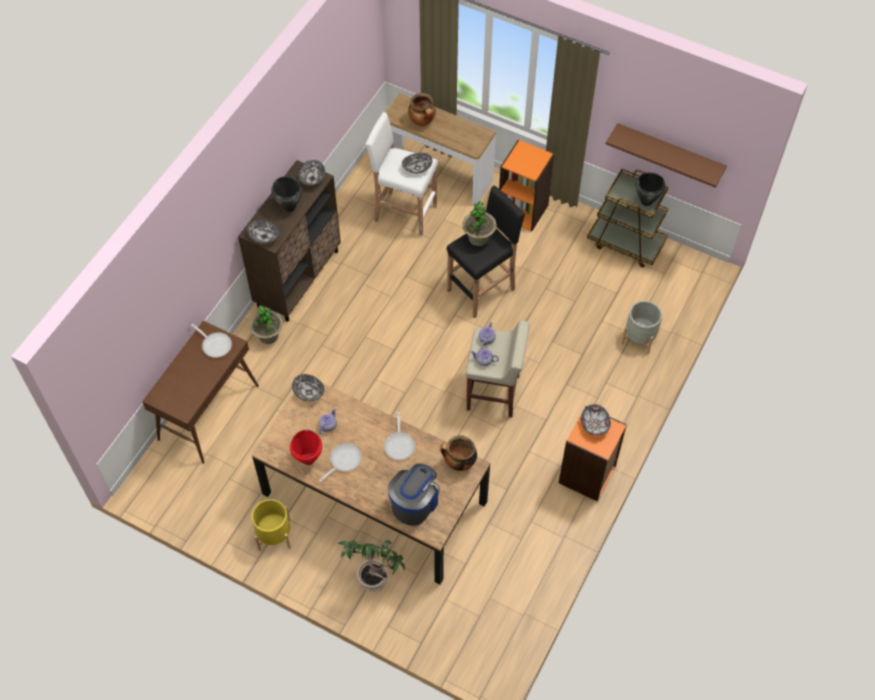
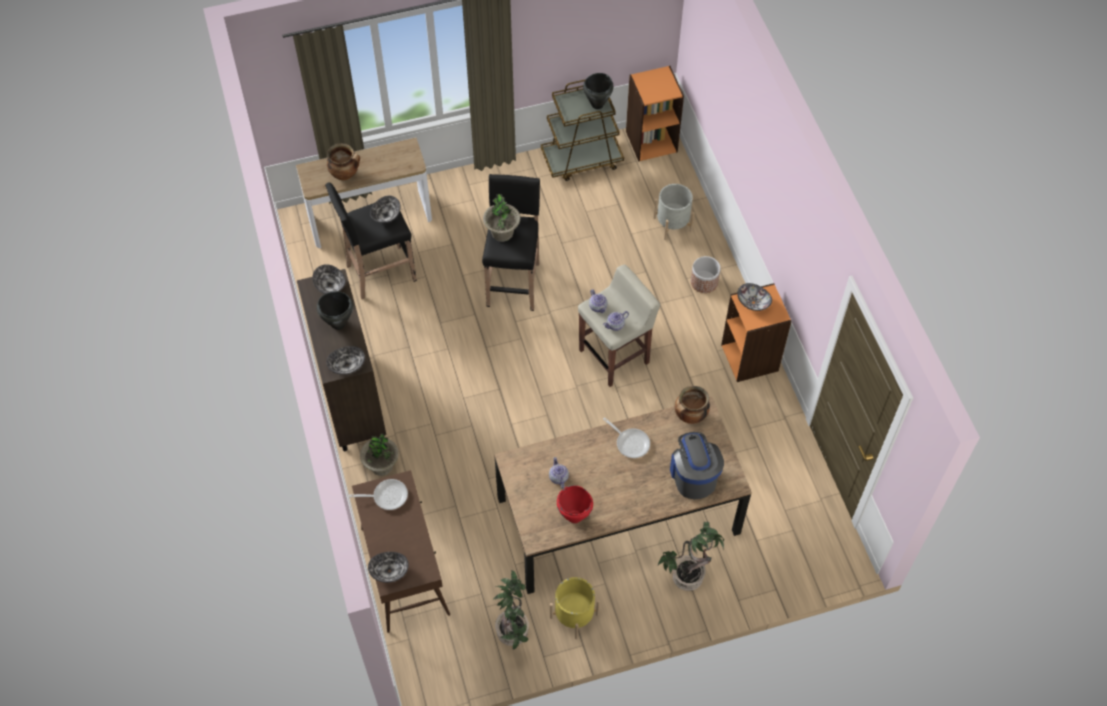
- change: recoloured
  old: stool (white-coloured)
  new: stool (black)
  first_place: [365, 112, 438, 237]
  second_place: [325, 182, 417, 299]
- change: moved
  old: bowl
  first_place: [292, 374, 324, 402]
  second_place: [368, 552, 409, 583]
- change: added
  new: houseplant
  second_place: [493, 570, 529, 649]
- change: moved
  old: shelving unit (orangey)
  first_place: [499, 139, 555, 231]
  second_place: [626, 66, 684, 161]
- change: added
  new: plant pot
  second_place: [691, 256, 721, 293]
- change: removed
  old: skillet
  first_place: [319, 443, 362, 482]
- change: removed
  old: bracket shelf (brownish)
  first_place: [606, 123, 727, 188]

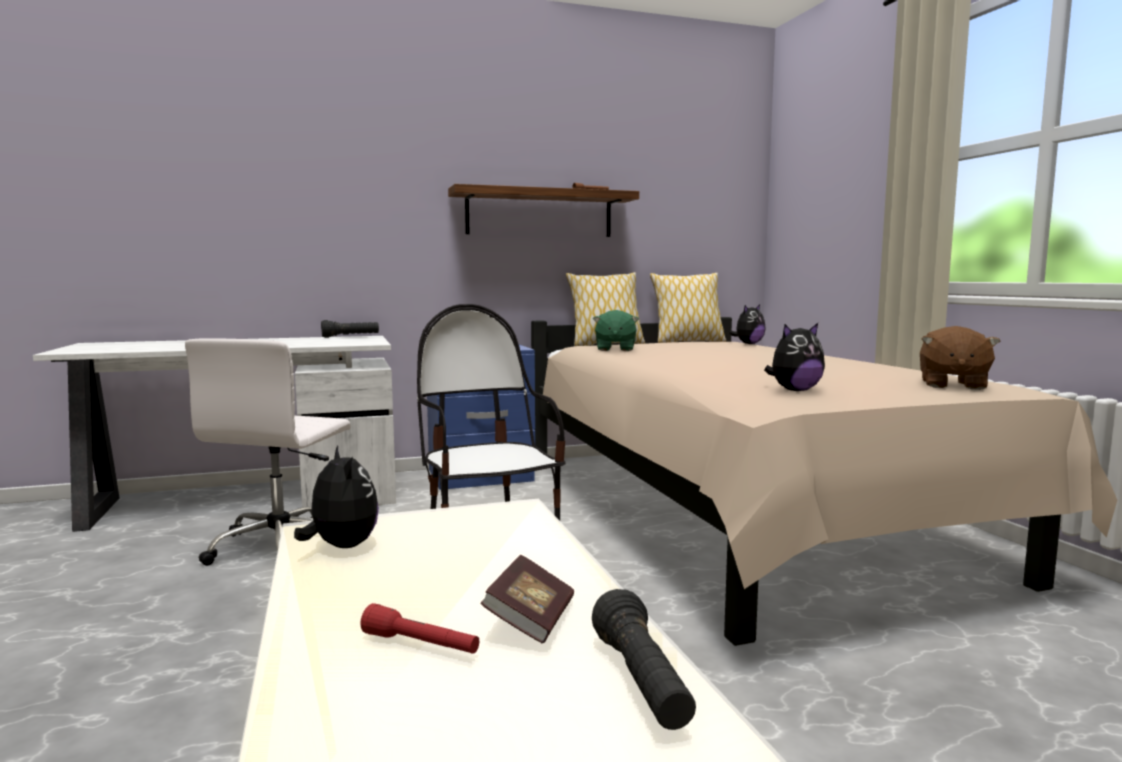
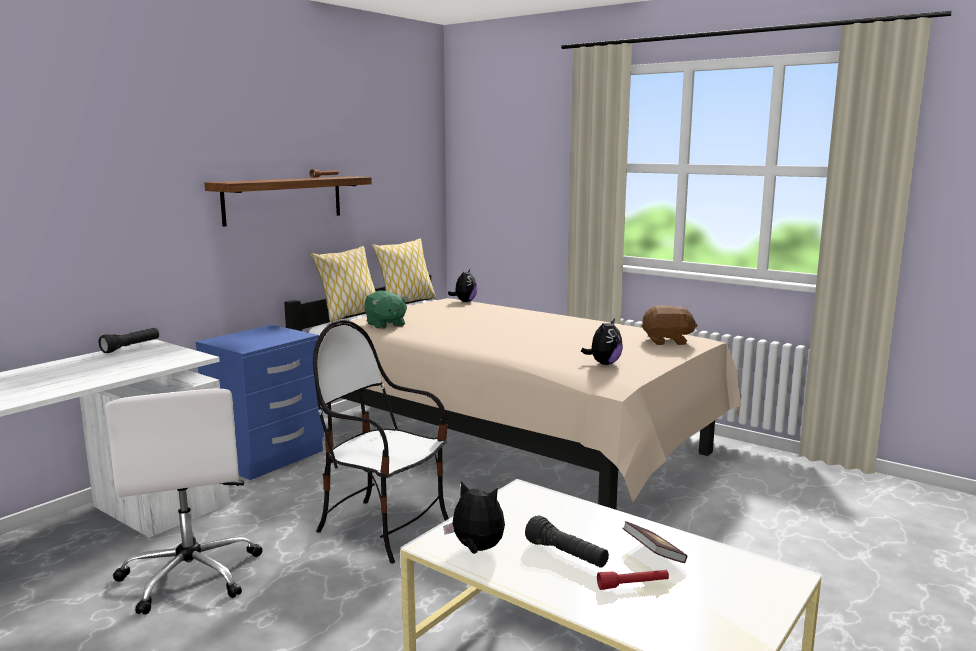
- change: moved
  old: torch (black)
  first_place: [592, 589, 696, 730]
  second_place: [525, 515, 609, 568]
- change: turned
  old: plush toy (brownish)
  first_place: [920, 326, 1000, 390]
  second_place: [641, 305, 698, 345]
  degrees: -75

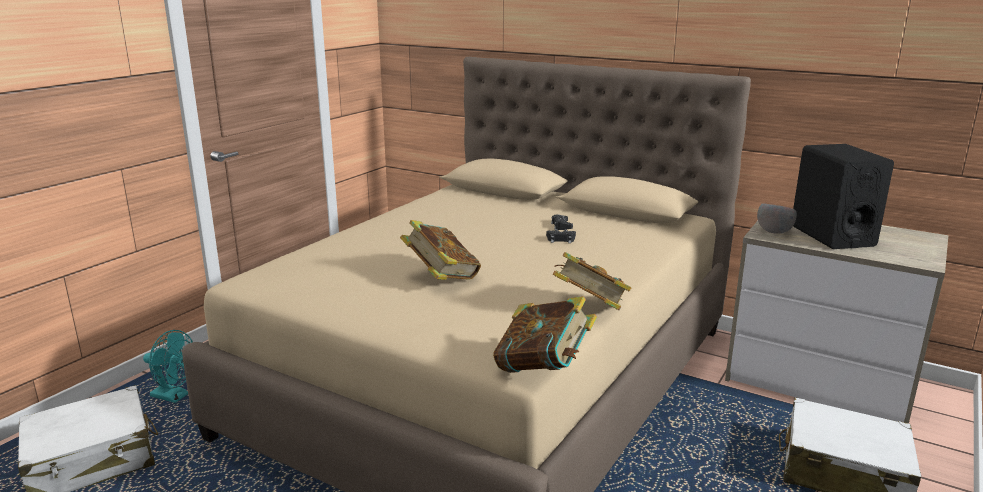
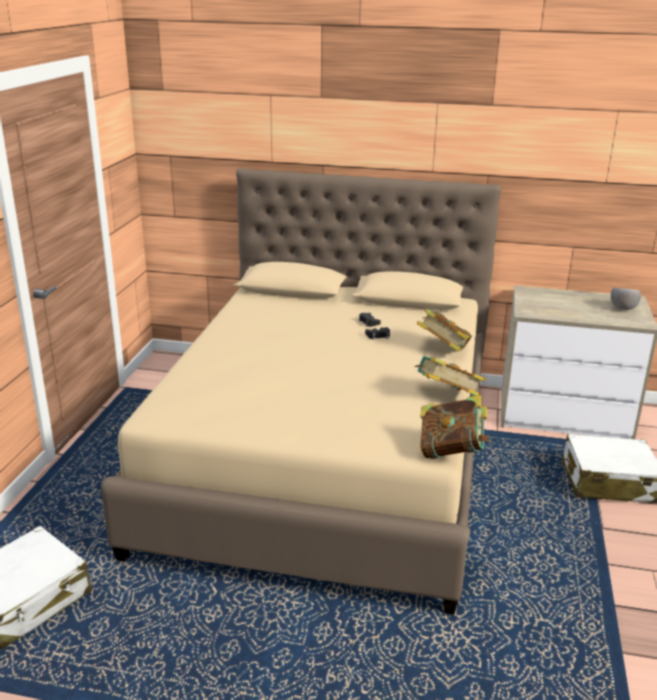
- change: moved
  old: volume
  first_place: [400, 220, 481, 280]
  second_place: [417, 309, 472, 351]
- change: moved
  old: bowl (gray)
  first_place: [757, 203, 797, 234]
  second_place: [611, 288, 641, 310]
- change: removed
  old: electric fan (blue-green)
  first_place: [143, 330, 193, 403]
- change: removed
  old: loudspeaker (black)
  first_place: [793, 144, 894, 249]

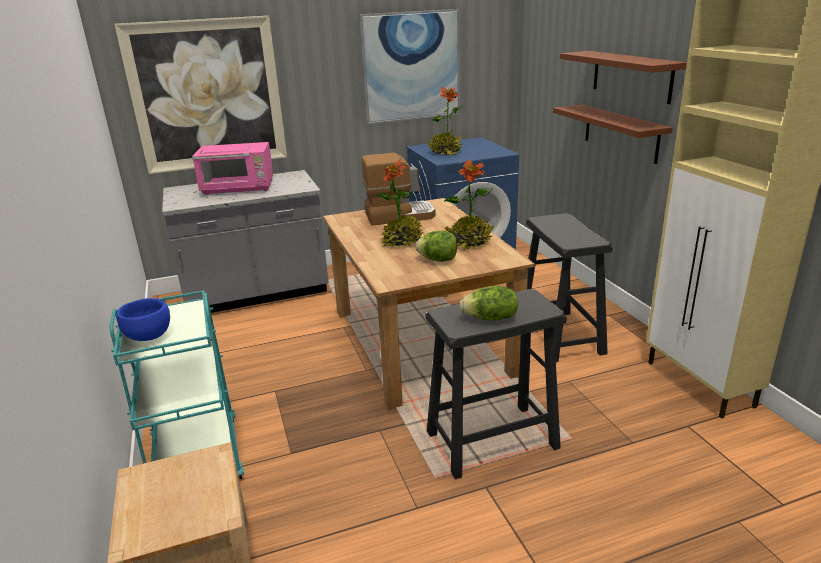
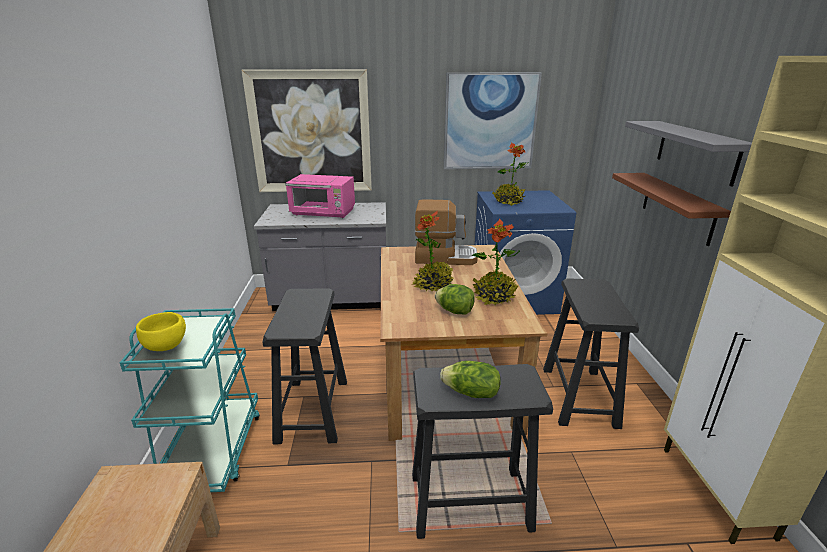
- change: recoloured
  old: bowl (blue-coloured)
  new: bowl (yellowish)
  first_place: [117, 298, 170, 341]
  second_place: [136, 312, 186, 351]
- change: added
  new: stool (black)
  second_place: [263, 288, 347, 444]
- change: recoloured
  old: bracket shelf (brownish)
  new: bracket shelf (gray)
  first_place: [560, 51, 687, 104]
  second_place: [625, 121, 752, 187]

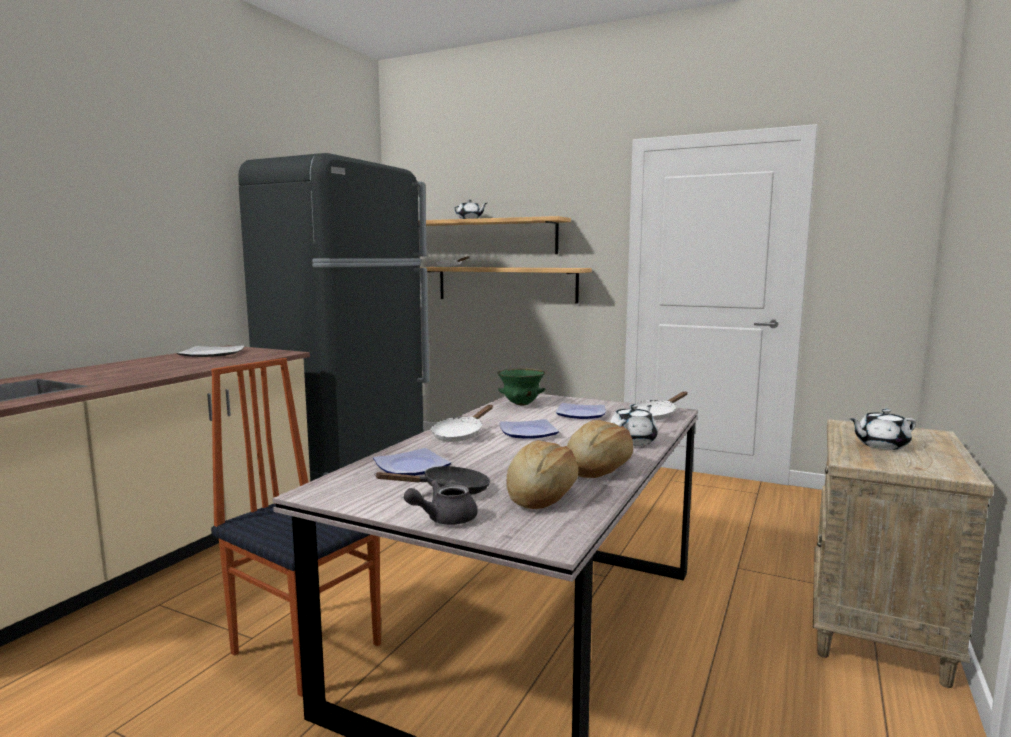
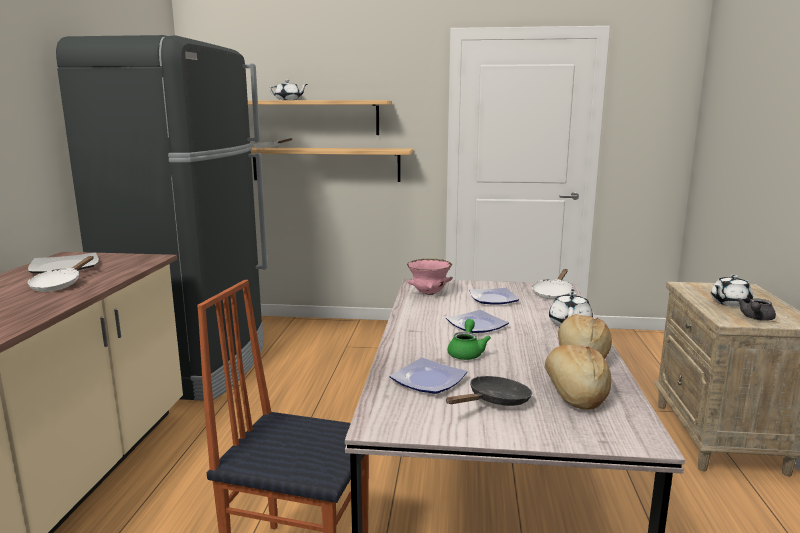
- change: moved
  old: skillet (white-coloured)
  first_place: [431, 405, 493, 442]
  second_place: [27, 256, 94, 292]
- change: recoloured
  old: bowl (greenish)
  new: bowl (pink-coloured)
  first_place: [498, 368, 546, 405]
  second_place: [407, 258, 453, 295]
- change: added
  new: teapot (greenish)
  second_place: [447, 319, 491, 360]
- change: moved
  old: teapot (gray)
  first_place: [404, 480, 477, 525]
  second_place: [737, 298, 776, 321]

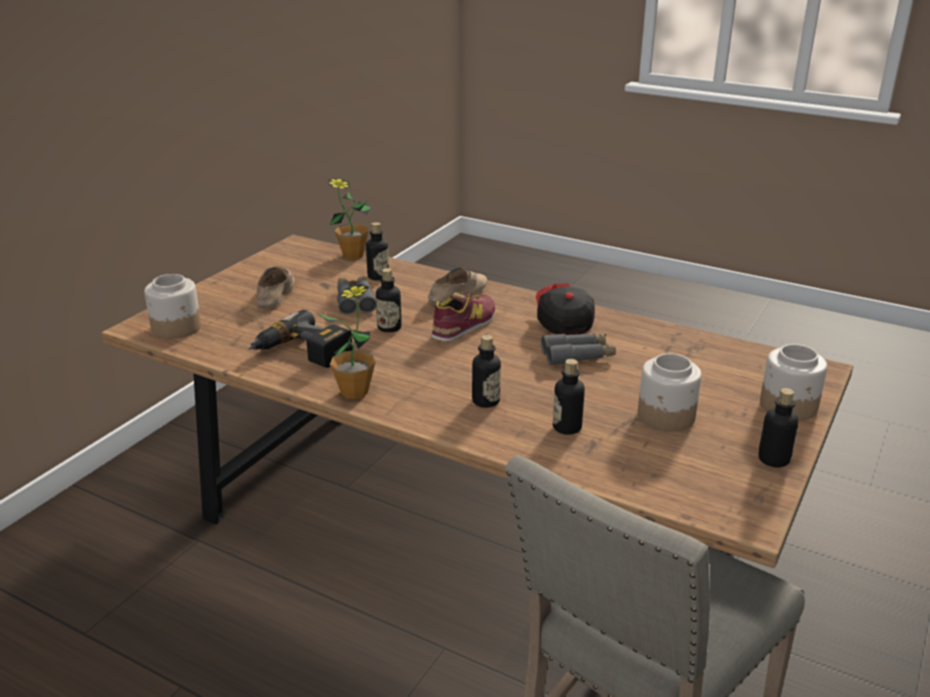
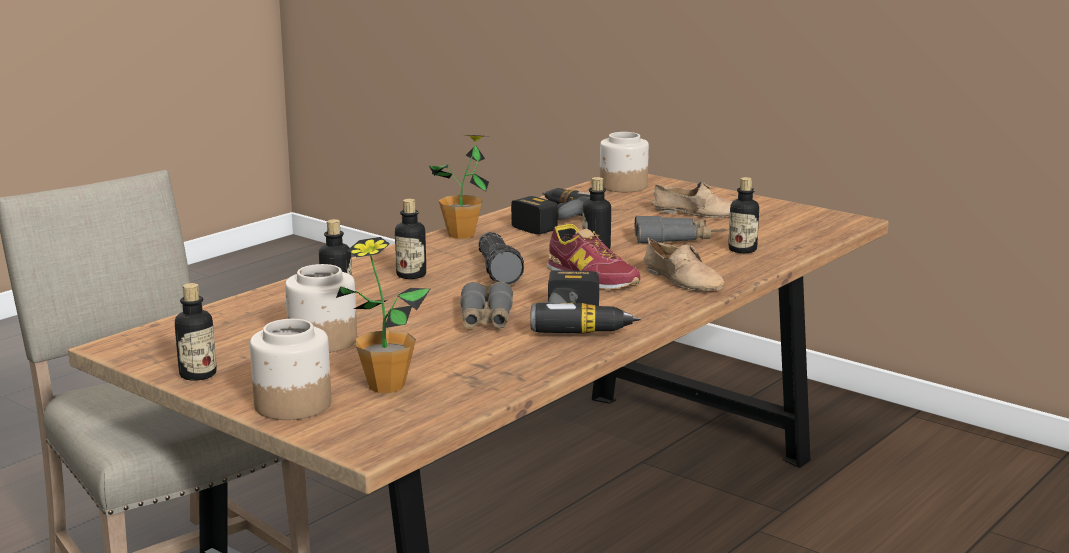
- change: moved
  old: houseplant
  first_place: [328, 178, 371, 259]
  second_place: [336, 237, 430, 393]
- change: added
  new: torch
  second_place: [479, 232, 524, 285]
- change: replaced
  old: cap
  new: drill
  first_place: [536, 284, 595, 335]
  second_place: [530, 270, 641, 334]

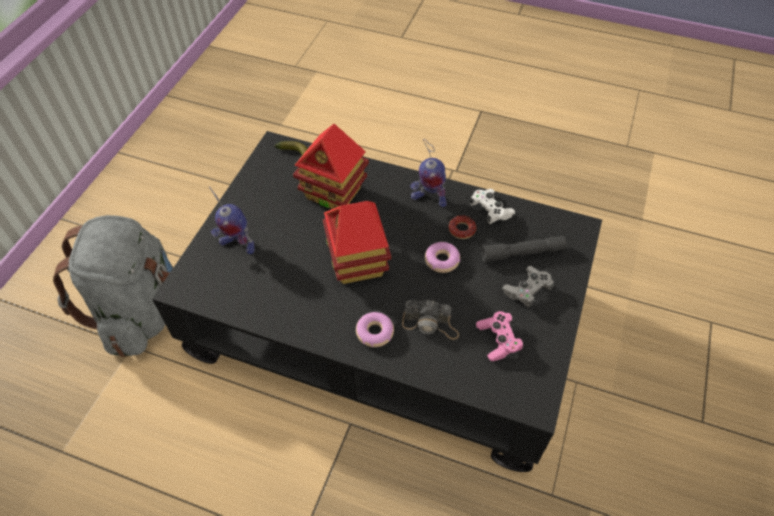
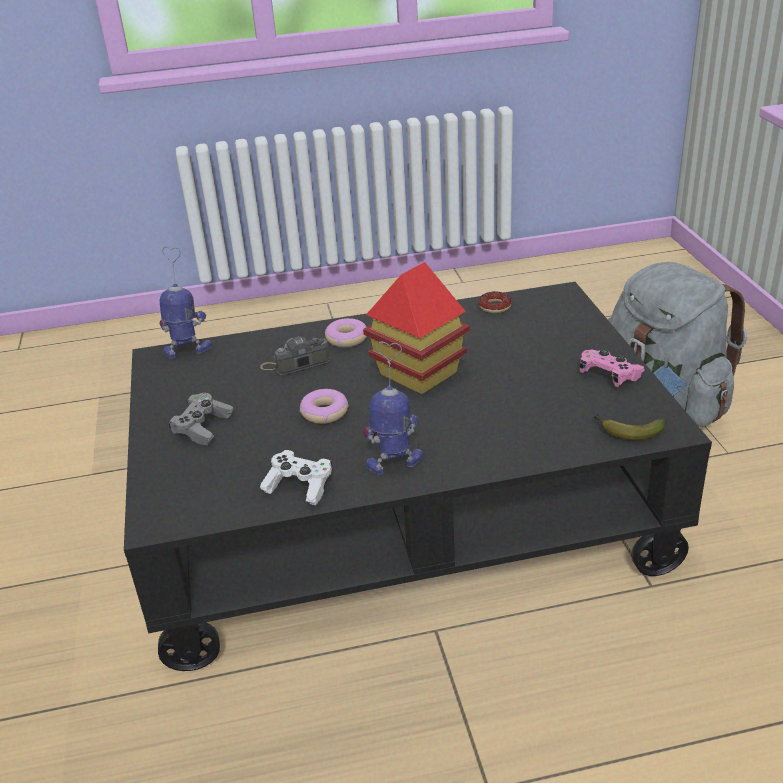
- change: moved
  old: robot figure
  first_place: [209, 186, 254, 254]
  second_place: [159, 246, 212, 359]
- change: moved
  old: ring doughnut
  first_place: [449, 215, 476, 239]
  second_place: [478, 291, 512, 313]
- change: moved
  old: joypad (pink-coloured)
  first_place: [476, 311, 524, 361]
  second_place: [579, 349, 645, 387]
- change: removed
  old: model house
  first_place: [293, 124, 369, 209]
- change: removed
  old: torch (gray)
  first_place: [481, 236, 567, 263]

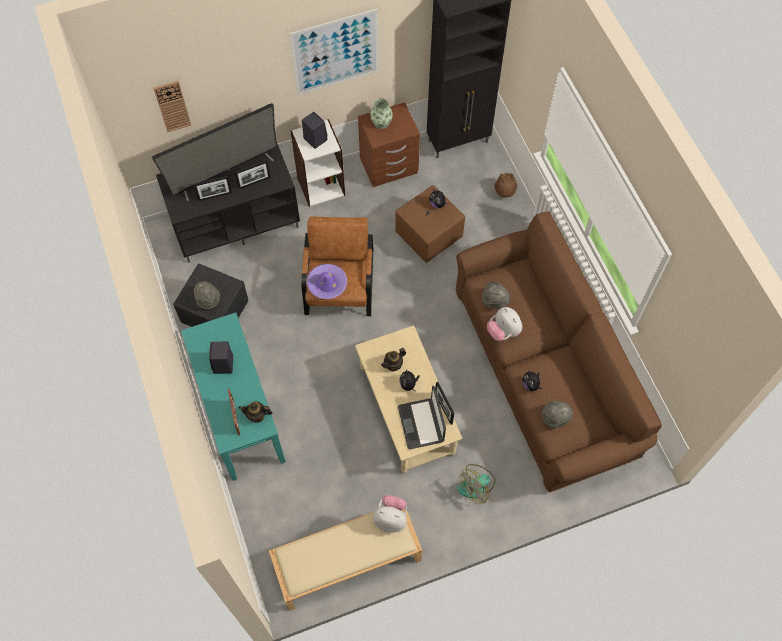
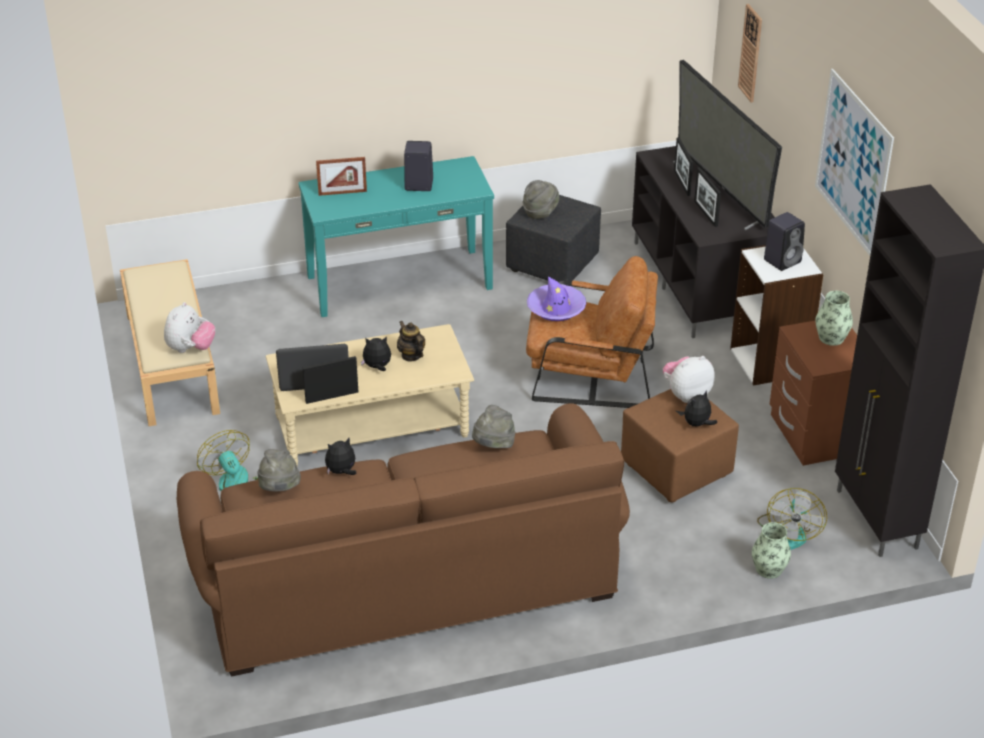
- change: moved
  old: plush toy
  first_place: [487, 307, 522, 341]
  second_place: [663, 356, 715, 403]
- change: replaced
  old: wearable hat (brownish)
  new: vase
  first_place: [494, 173, 517, 197]
  second_place: [752, 522, 791, 579]
- change: added
  new: electric fan
  second_place: [757, 488, 827, 550]
- change: removed
  old: teapot
  first_place: [239, 401, 272, 423]

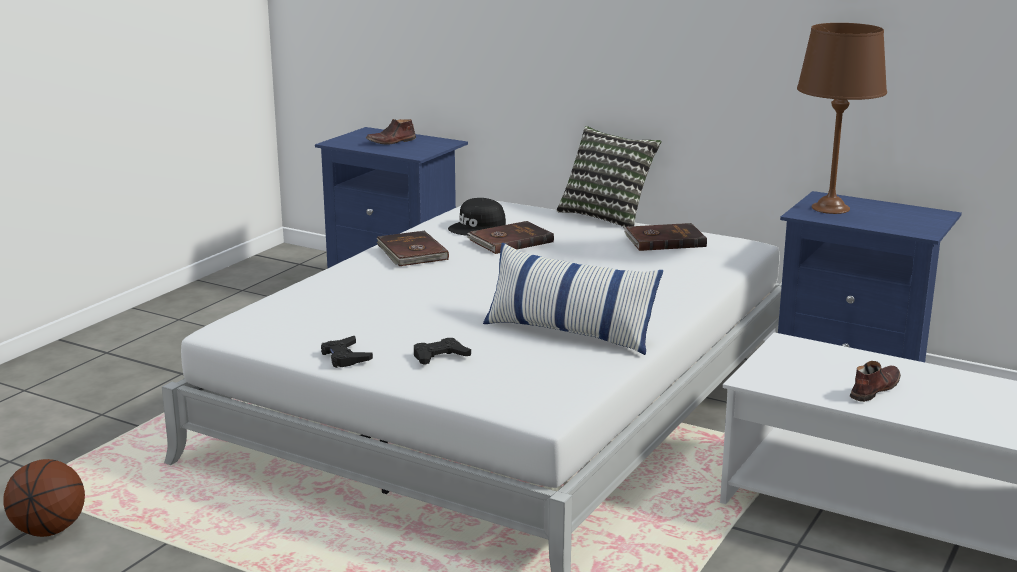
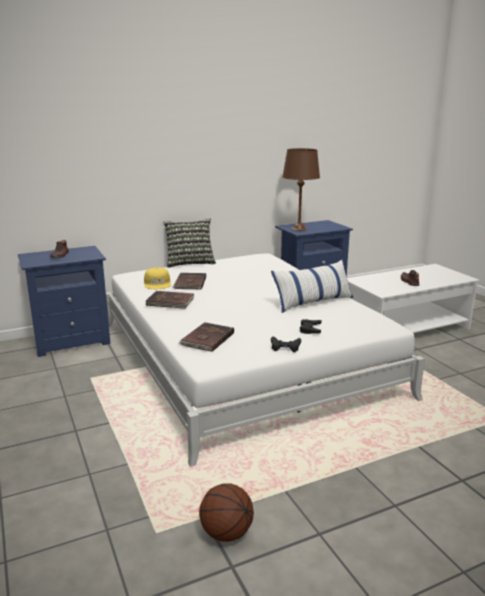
- change: recoloured
  old: cap (black)
  new: cap (yellowish)
  first_place: [448, 198, 506, 236]
  second_place: [144, 267, 171, 289]
- change: moved
  old: volume (brownish)
  first_place: [624, 223, 707, 251]
  second_place: [179, 322, 234, 352]

